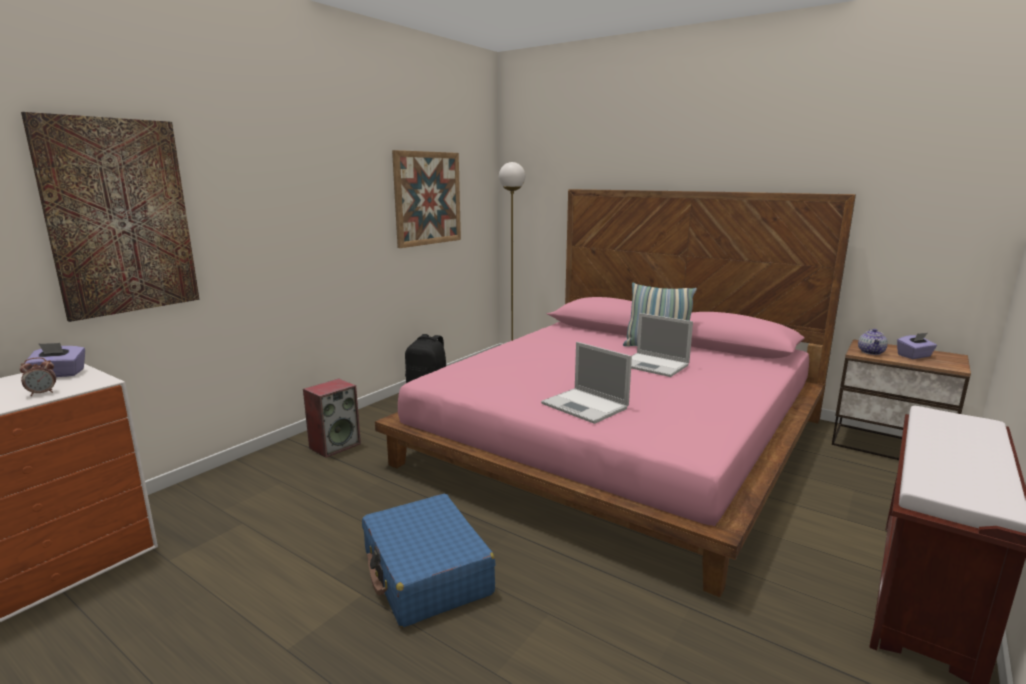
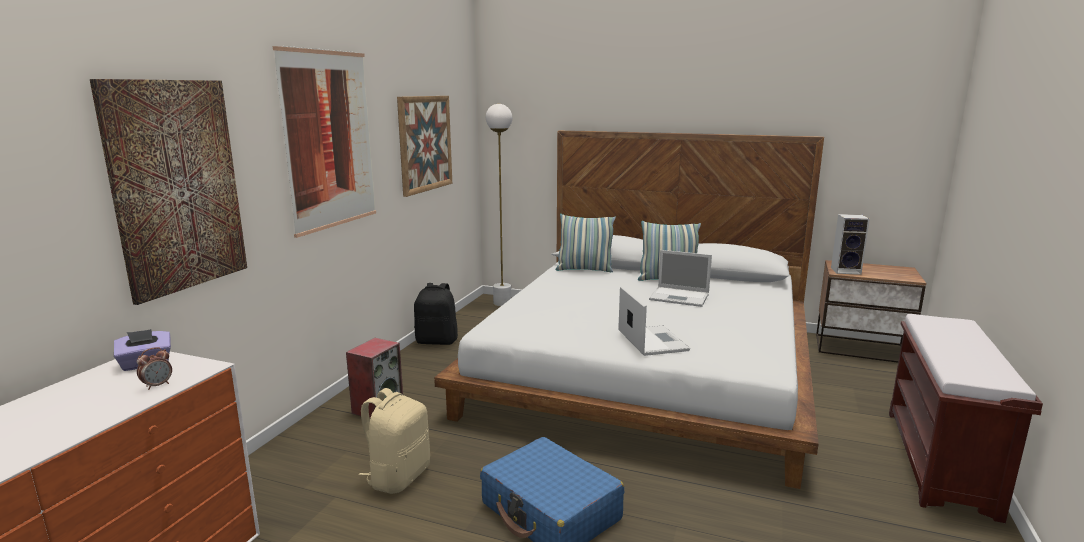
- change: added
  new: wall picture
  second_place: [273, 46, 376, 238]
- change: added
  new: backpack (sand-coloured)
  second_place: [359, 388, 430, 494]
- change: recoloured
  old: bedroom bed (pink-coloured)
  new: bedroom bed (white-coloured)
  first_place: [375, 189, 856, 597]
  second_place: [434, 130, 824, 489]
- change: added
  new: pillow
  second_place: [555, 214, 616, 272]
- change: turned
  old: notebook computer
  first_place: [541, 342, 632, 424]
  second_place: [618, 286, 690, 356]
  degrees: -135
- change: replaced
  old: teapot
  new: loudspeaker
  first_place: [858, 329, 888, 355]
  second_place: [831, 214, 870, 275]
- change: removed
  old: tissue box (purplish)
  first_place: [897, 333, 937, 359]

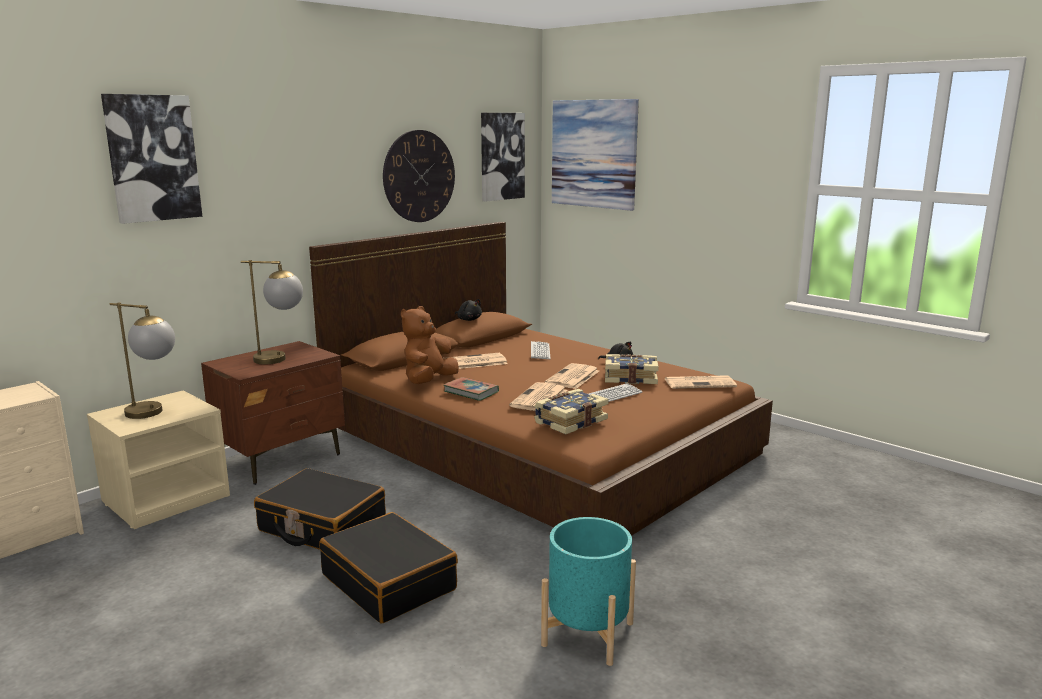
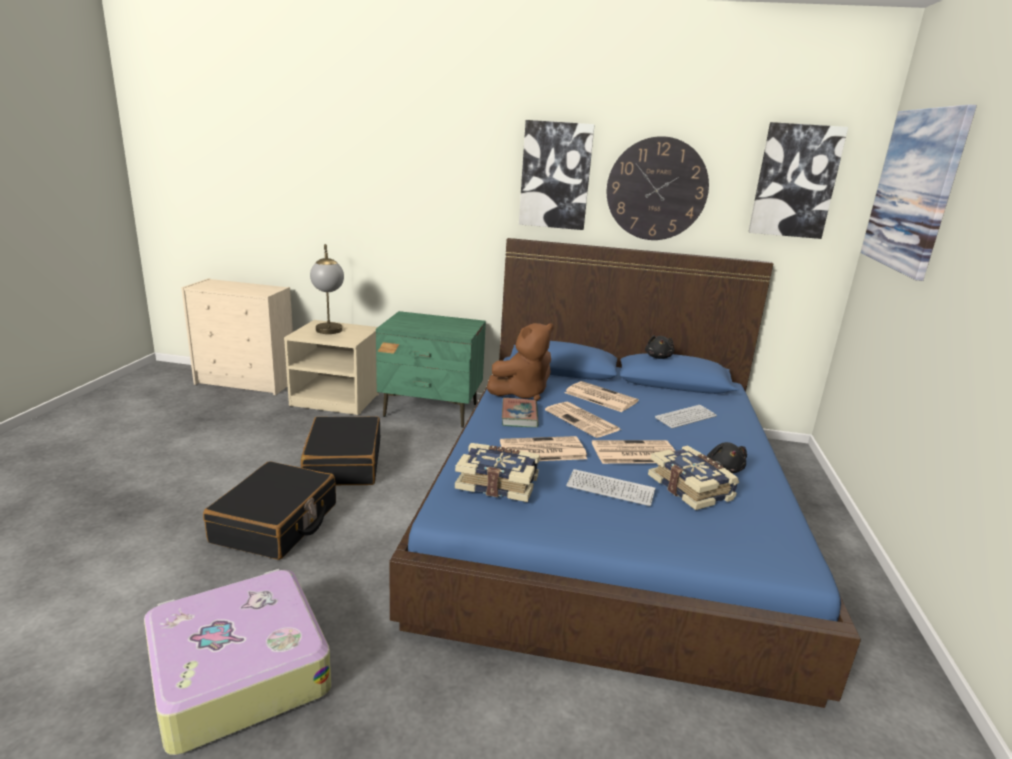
- change: replaced
  old: plant pot (blue-green)
  new: piece of luggage
  first_place: [541, 517, 636, 666]
  second_place: [144, 569, 332, 755]
- change: recoloured
  old: nightstand (brownish)
  new: nightstand (greenish)
  first_place: [201, 341, 345, 485]
  second_place: [376, 311, 486, 428]
- change: recoloured
  old: bedroom bed (brownish)
  new: bedroom bed (blue-coloured)
  first_place: [309, 222, 773, 536]
  second_place: [389, 238, 861, 708]
- change: turned
  old: plush toy (brownish)
  first_place: [401, 306, 459, 384]
  second_place: [487, 323, 554, 401]
  degrees: 150
- change: moved
  old: wall picture
  first_place: [101, 94, 202, 224]
  second_place: [519, 120, 595, 230]
- change: moved
  old: printed paper
  first_place: [665, 375, 737, 389]
  second_place: [545, 402, 621, 438]
- change: removed
  old: lamp for a table
  first_place: [241, 260, 303, 364]

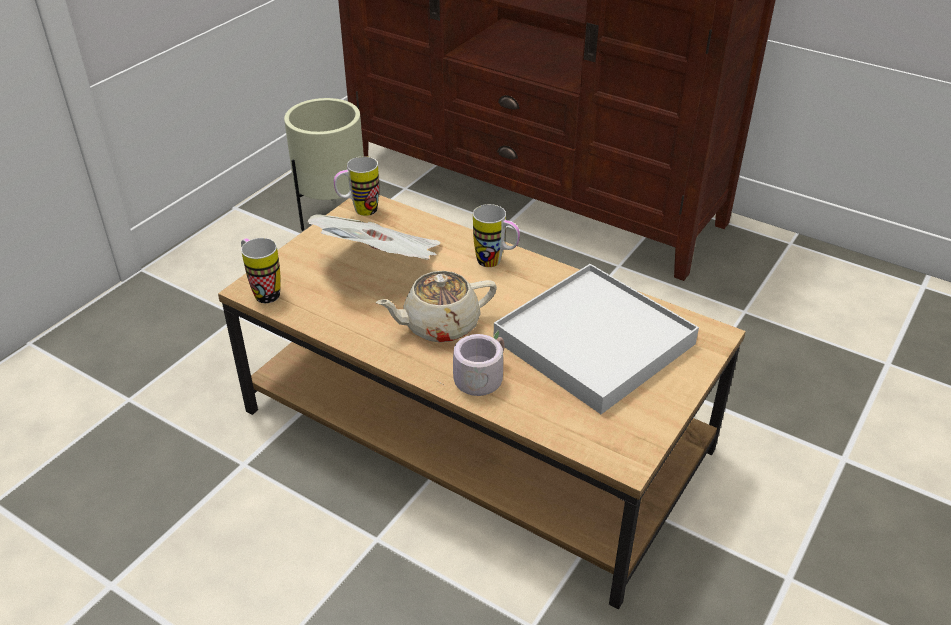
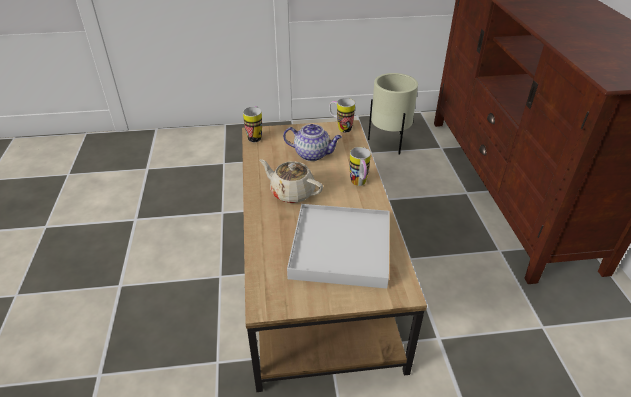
- change: replaced
  old: printed paper
  new: teapot
  first_place: [308, 214, 440, 260]
  second_place: [283, 124, 342, 161]
- change: removed
  old: coffee mug (gray)
  first_place: [438, 331, 505, 396]

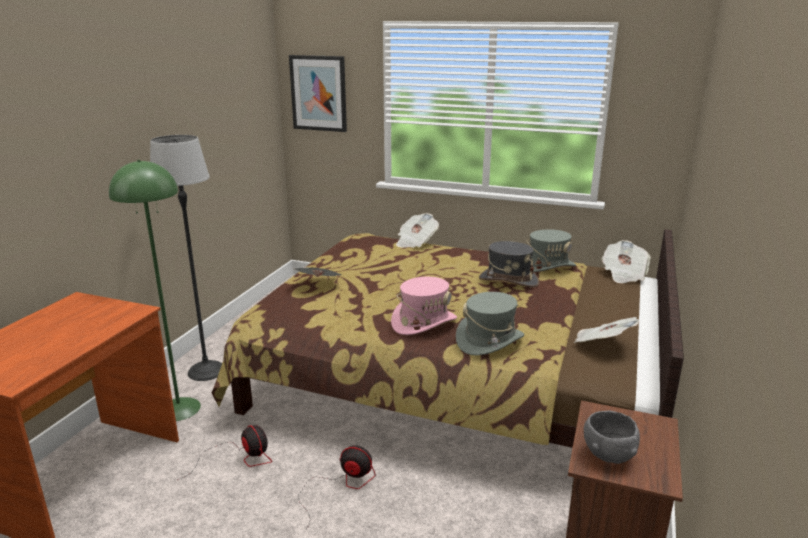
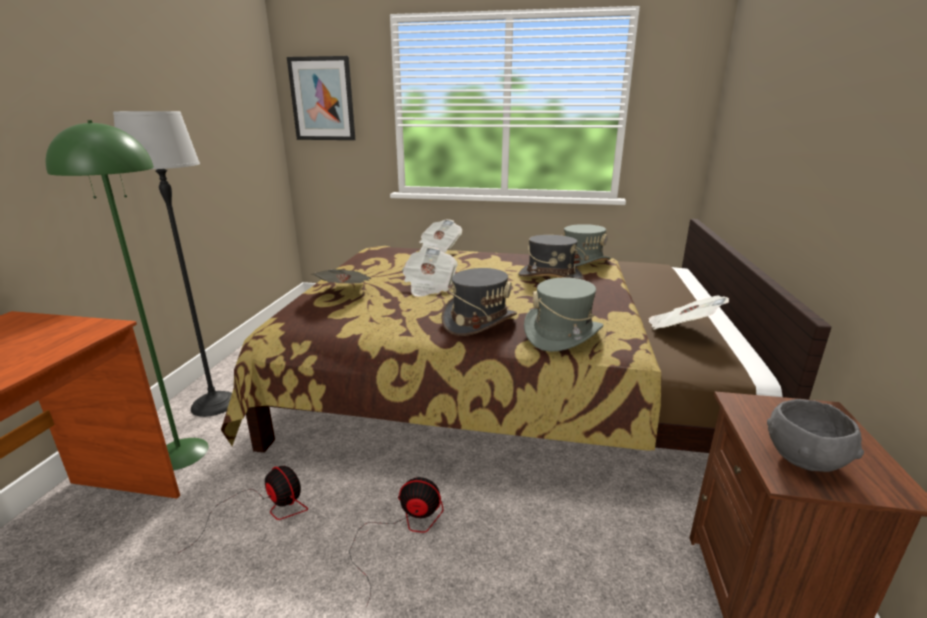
- change: moved
  old: printed paper
  first_place: [601, 240, 651, 283]
  second_place: [402, 247, 458, 297]
- change: recoloured
  old: wearable hat (pink-coloured)
  new: wearable hat (gray)
  first_place: [391, 277, 457, 335]
  second_place: [441, 268, 517, 336]

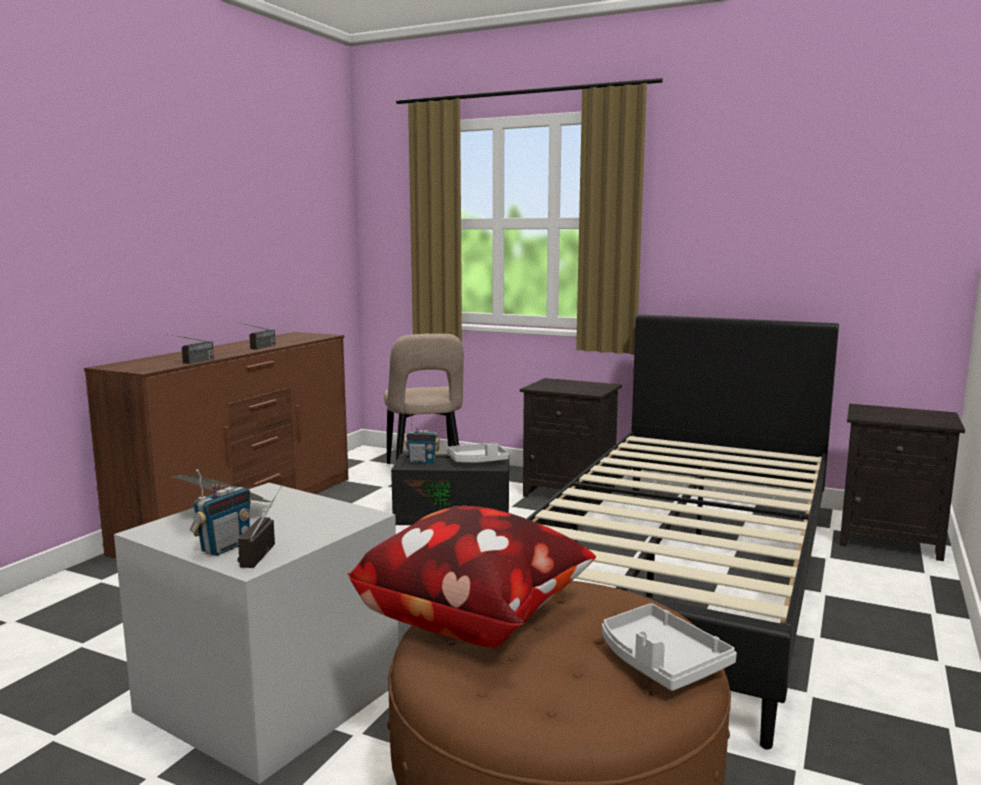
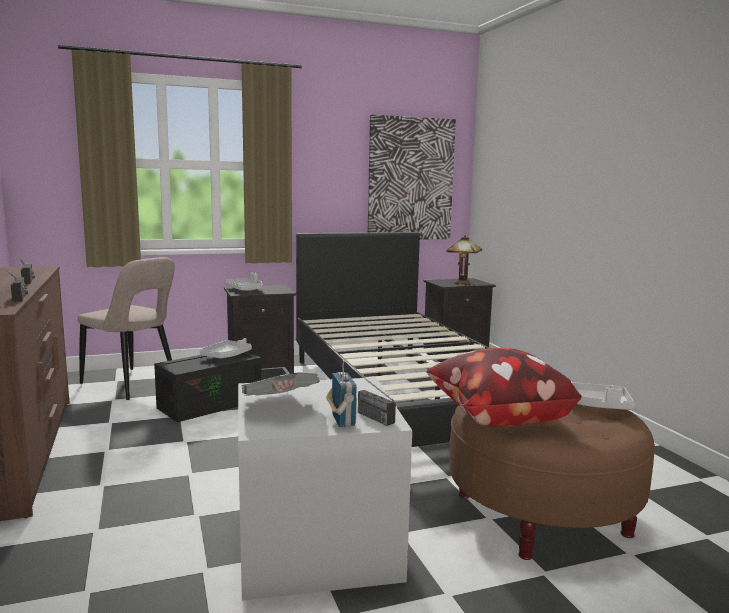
- change: added
  new: carrying tray (gray)
  second_place: [225, 272, 263, 291]
- change: added
  new: wall picture
  second_place: [368, 114, 456, 239]
- change: added
  new: lamp for a table
  second_place: [446, 235, 482, 284]
- change: removed
  old: radio
  first_place: [404, 415, 440, 464]

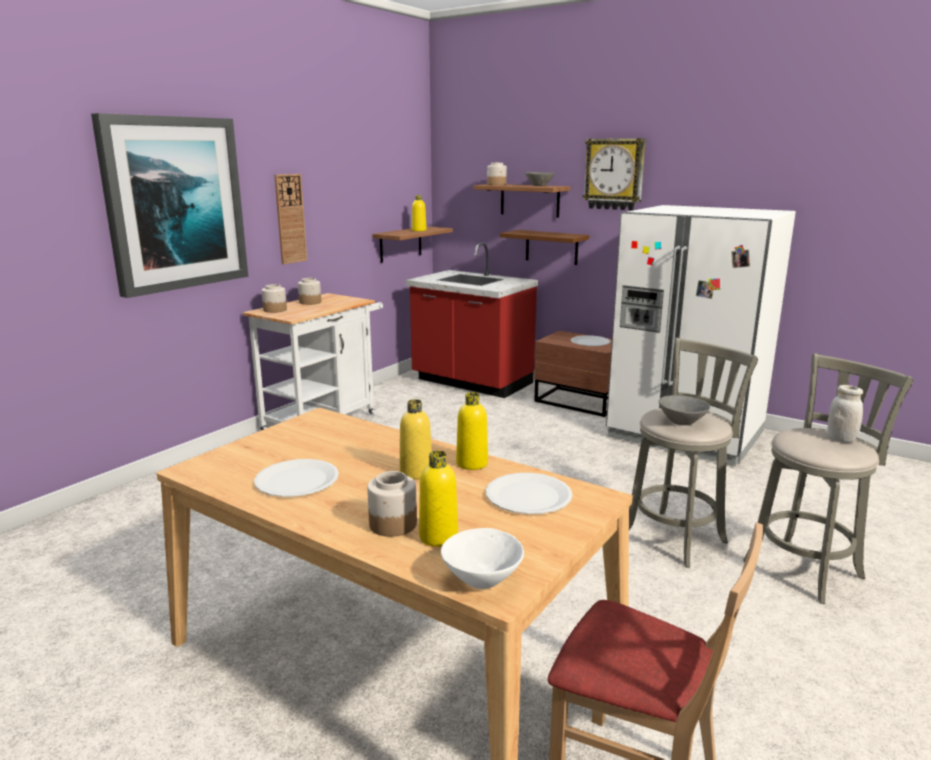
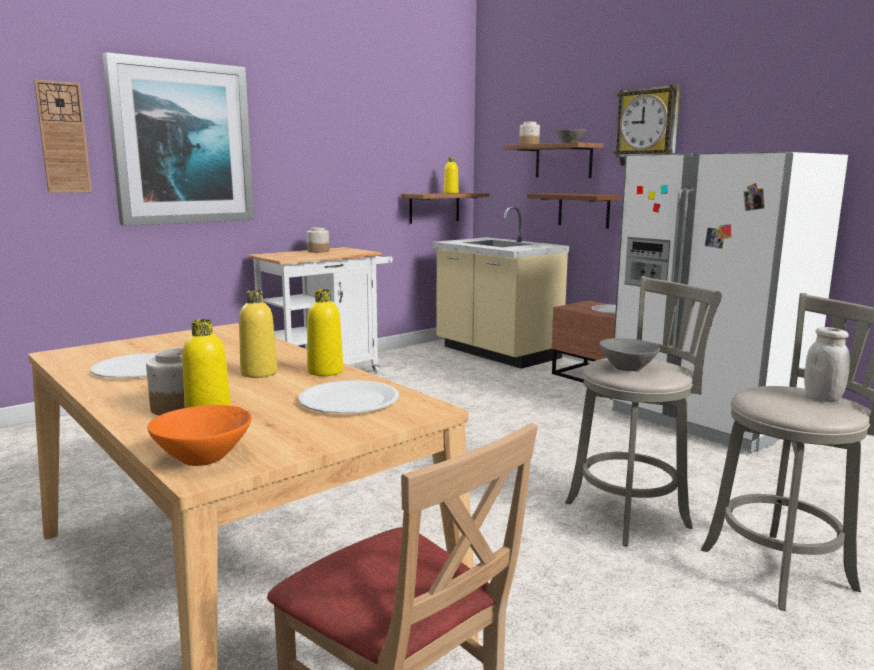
- change: moved
  old: wall clock
  first_place: [274, 174, 307, 265]
  second_place: [34, 80, 92, 193]
- change: recoloured
  old: bowl (white-coloured)
  new: bowl (orangey)
  first_place: [441, 528, 524, 589]
  second_place: [147, 405, 252, 466]
- change: recoloured
  old: kitchen counter (red-coloured)
  new: kitchen counter (sand-coloured)
  first_place: [406, 242, 538, 398]
  second_place: [432, 206, 569, 369]
- change: removed
  old: jar
  first_place: [262, 284, 287, 313]

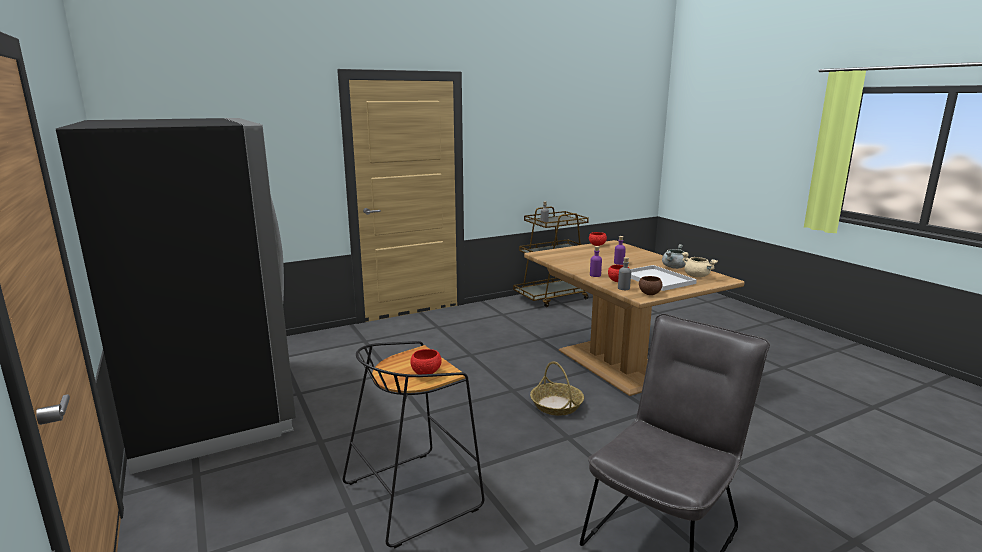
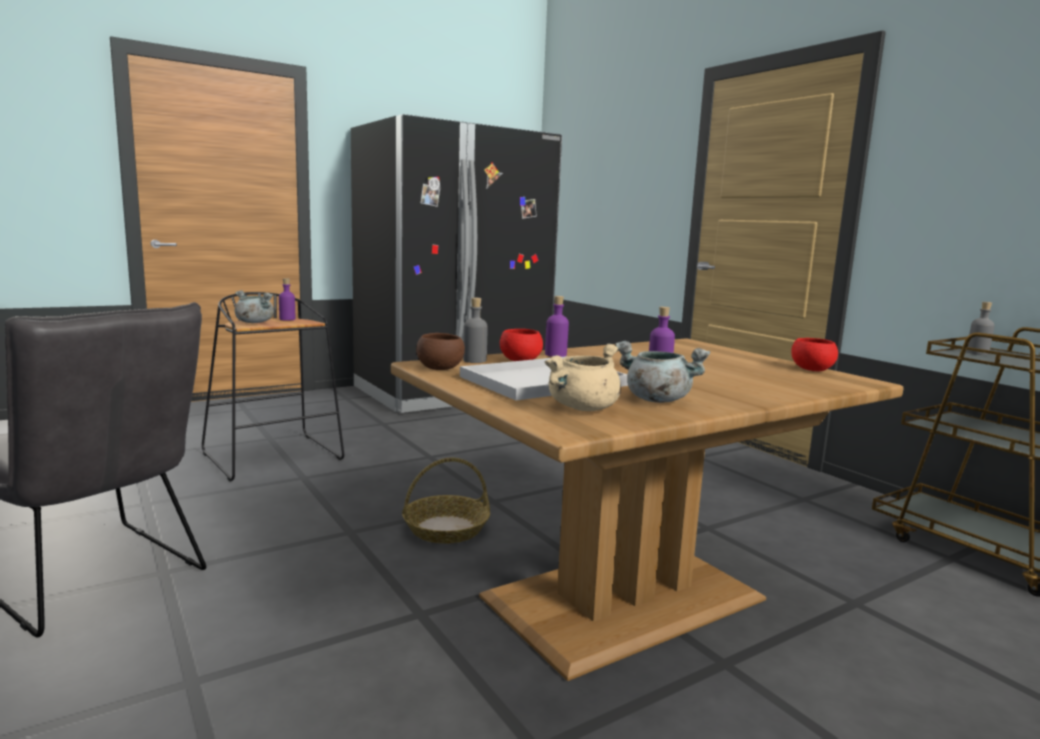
- change: replaced
  old: bowl (red-coloured)
  new: cooking pot (gray)
  first_place: [410, 349, 442, 375]
  second_place: [235, 290, 274, 323]
- change: added
  new: beverage bottle (purplish)
  second_place: [279, 279, 295, 321]

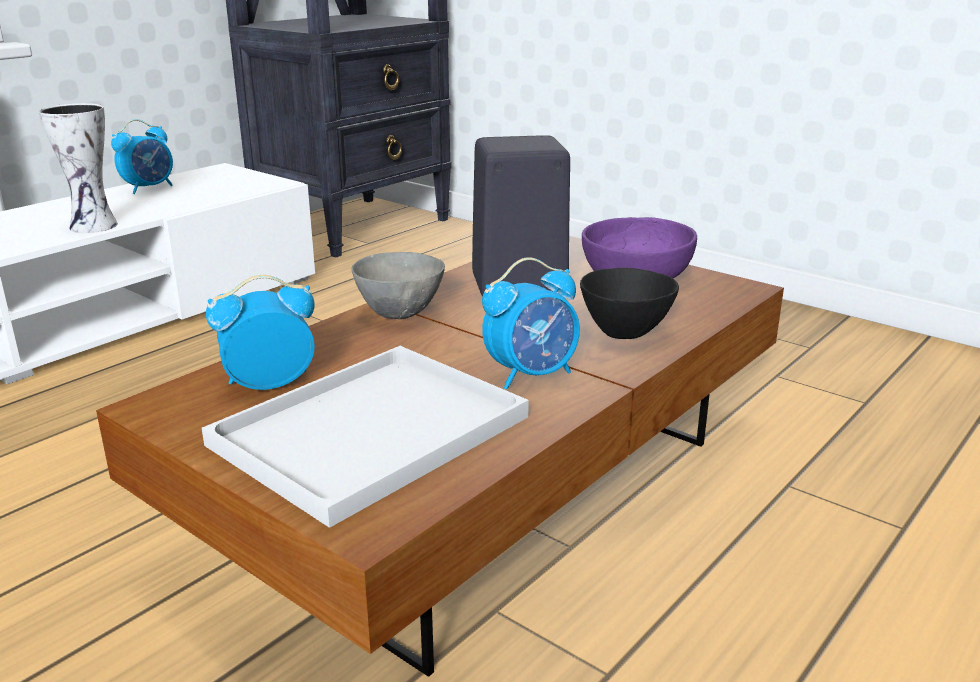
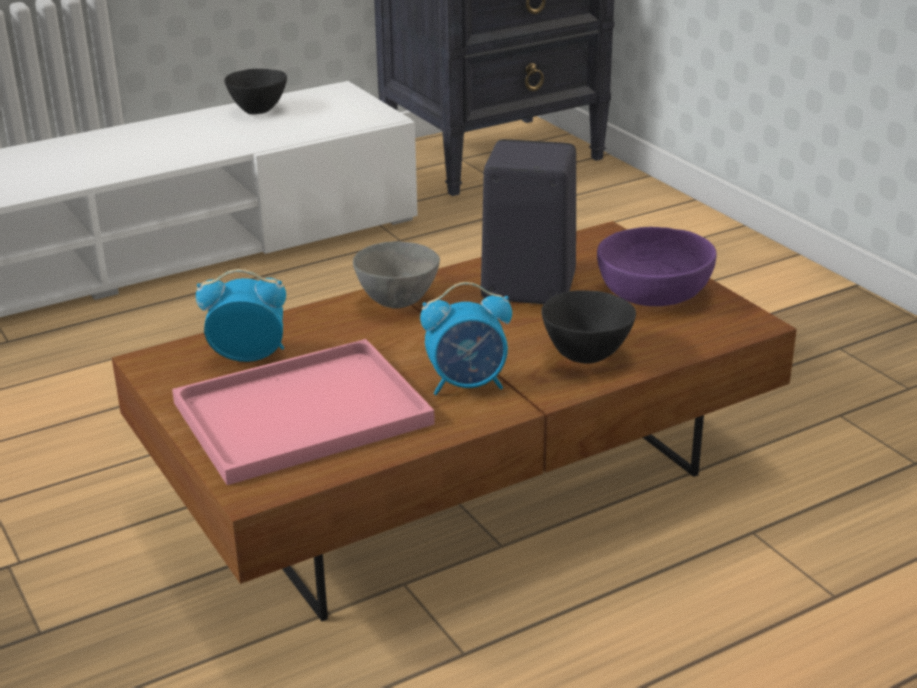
- change: recoloured
  old: carrying tray (white-coloured)
  new: carrying tray (pink-coloured)
  first_place: [202, 346, 529, 528]
  second_place: [172, 339, 435, 485]
- change: replaced
  old: table clock
  new: bowl (black)
  first_place: [111, 119, 173, 194]
  second_place: [224, 69, 287, 114]
- change: removed
  old: vase
  first_place: [39, 103, 118, 233]

